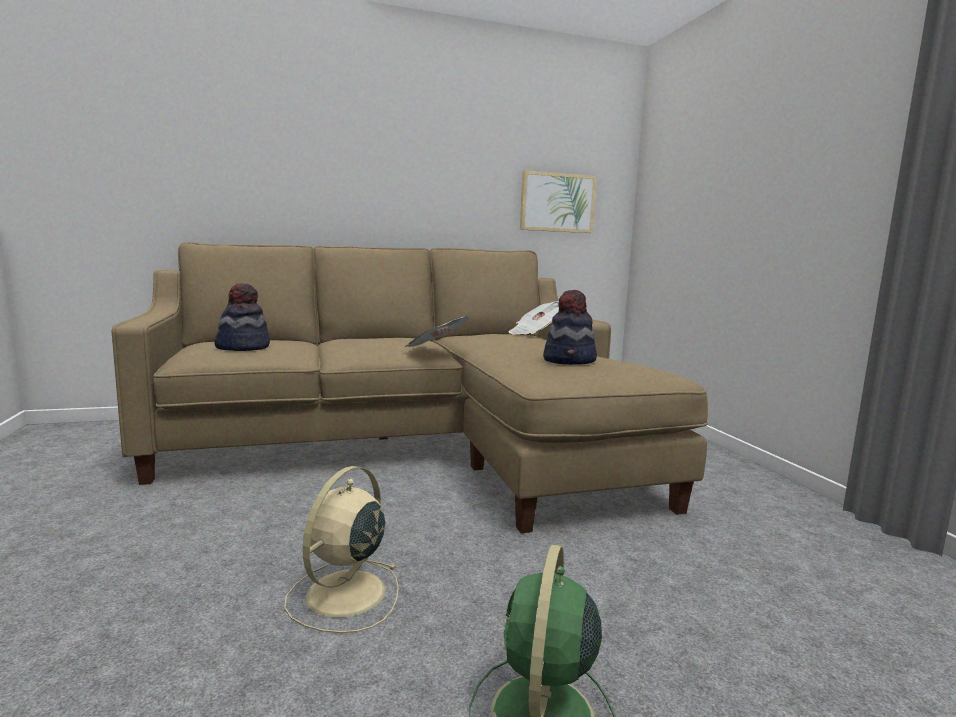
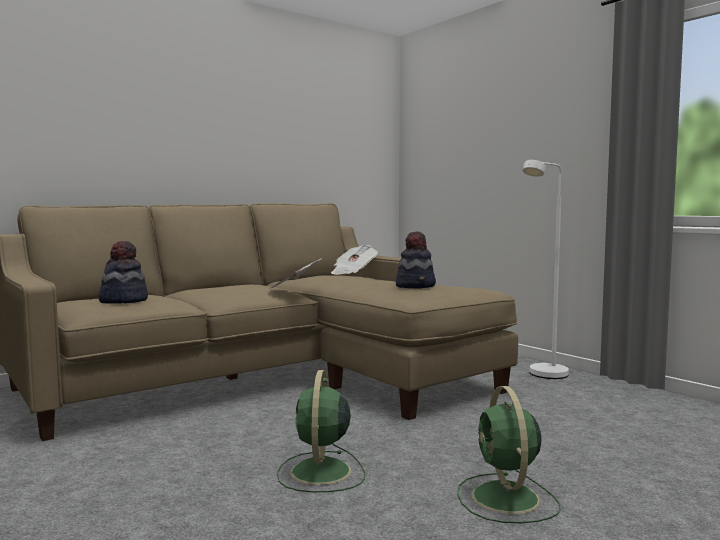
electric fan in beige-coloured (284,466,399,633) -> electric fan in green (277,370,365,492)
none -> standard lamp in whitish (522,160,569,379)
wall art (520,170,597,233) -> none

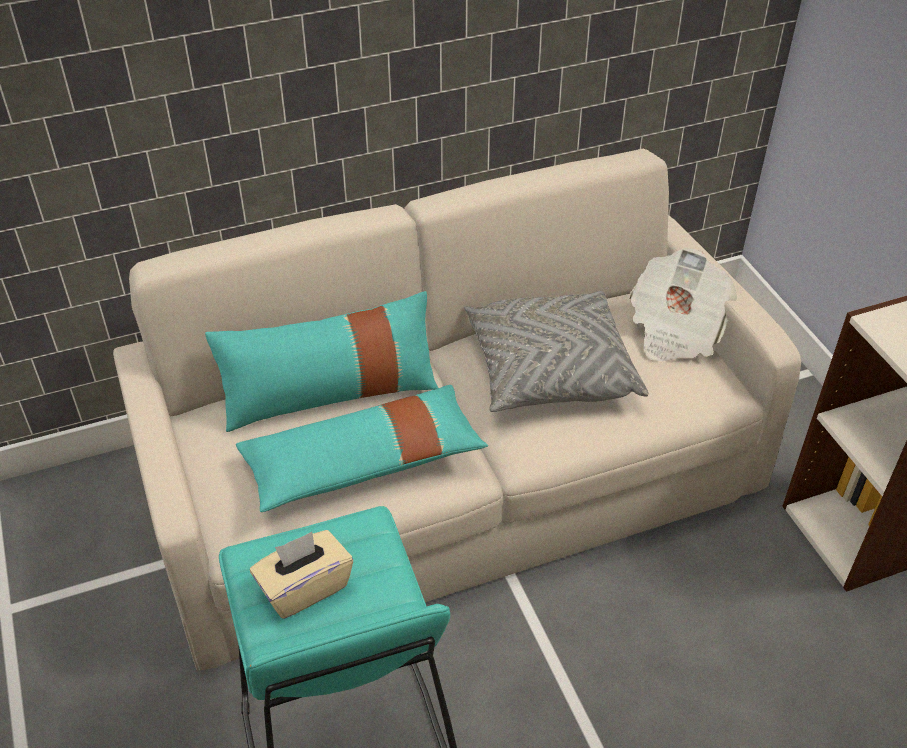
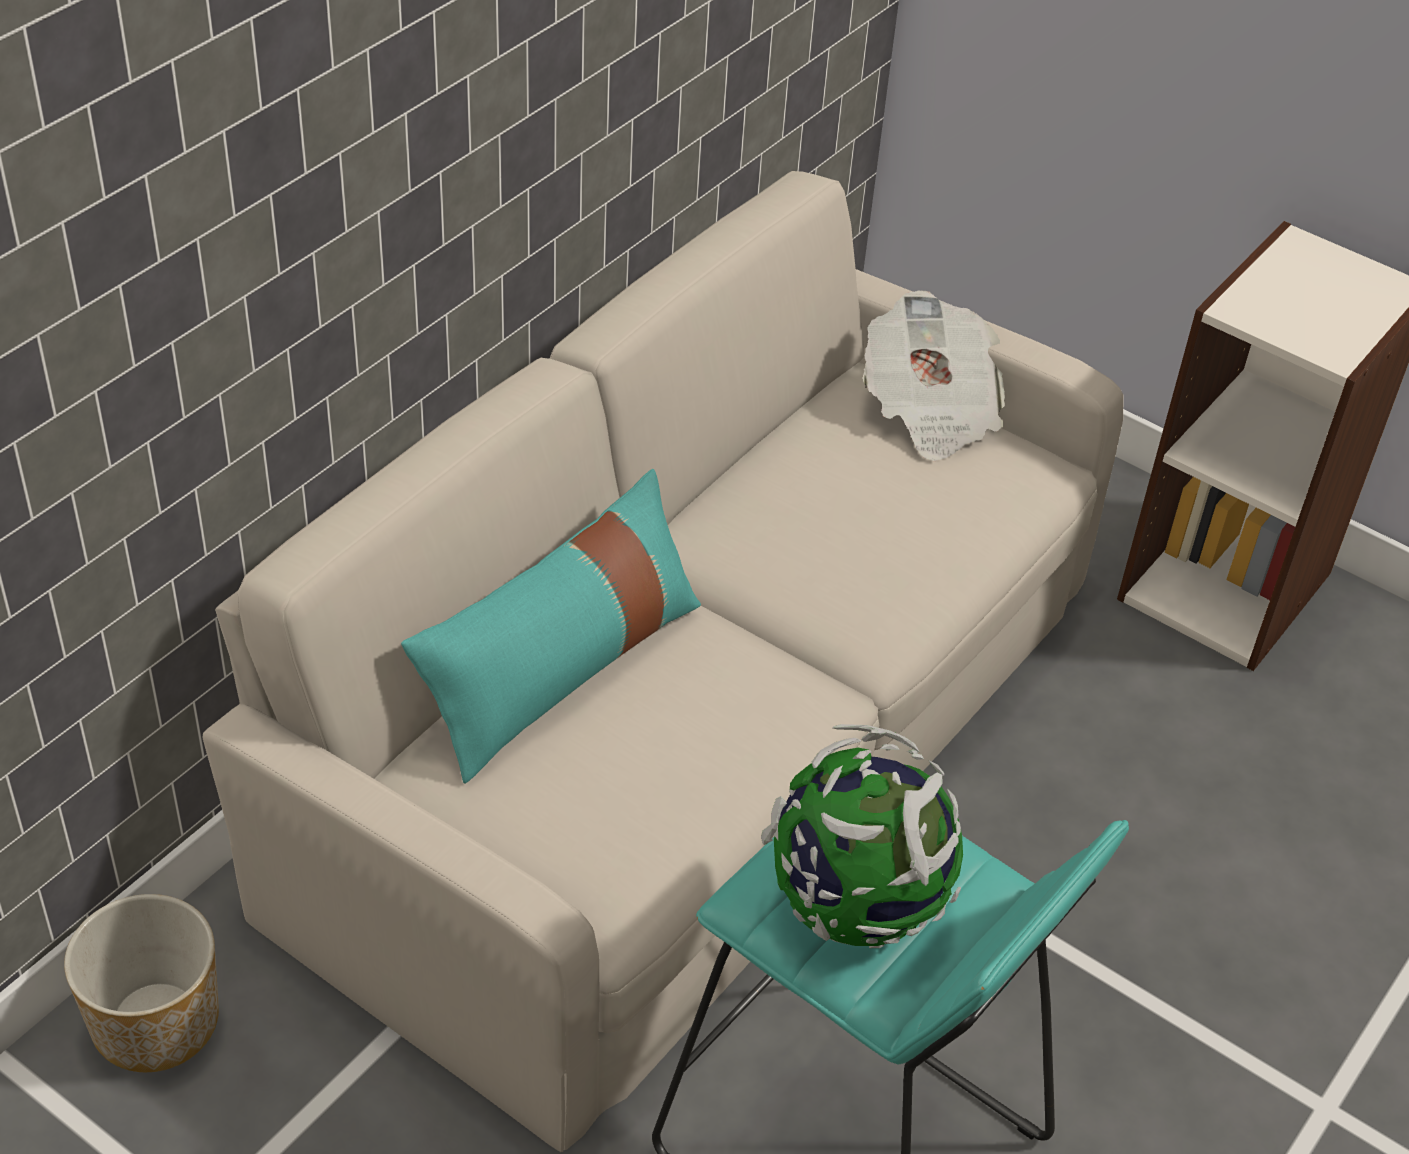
none -> flower pot (64,894,219,1072)
tissue box in beige-coloured (250,530,353,619) -> desk globe (761,724,963,948)
pillow in turquoise-coloured (236,385,488,512) -> none
pillow in grey (464,291,649,412) -> none

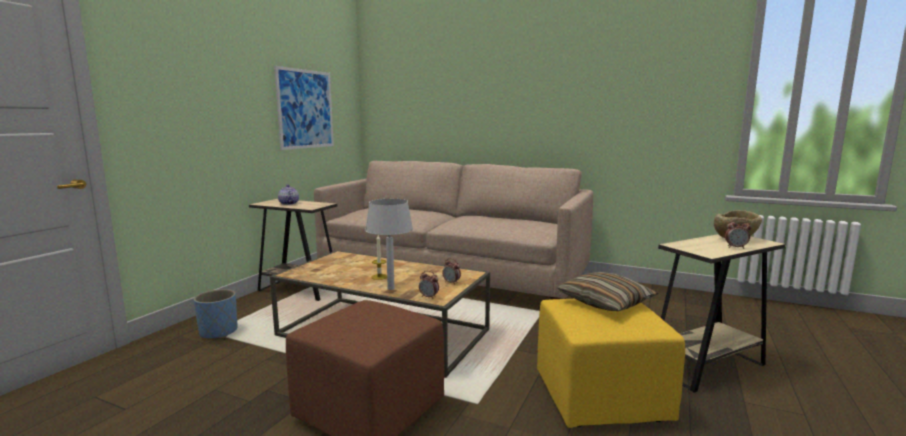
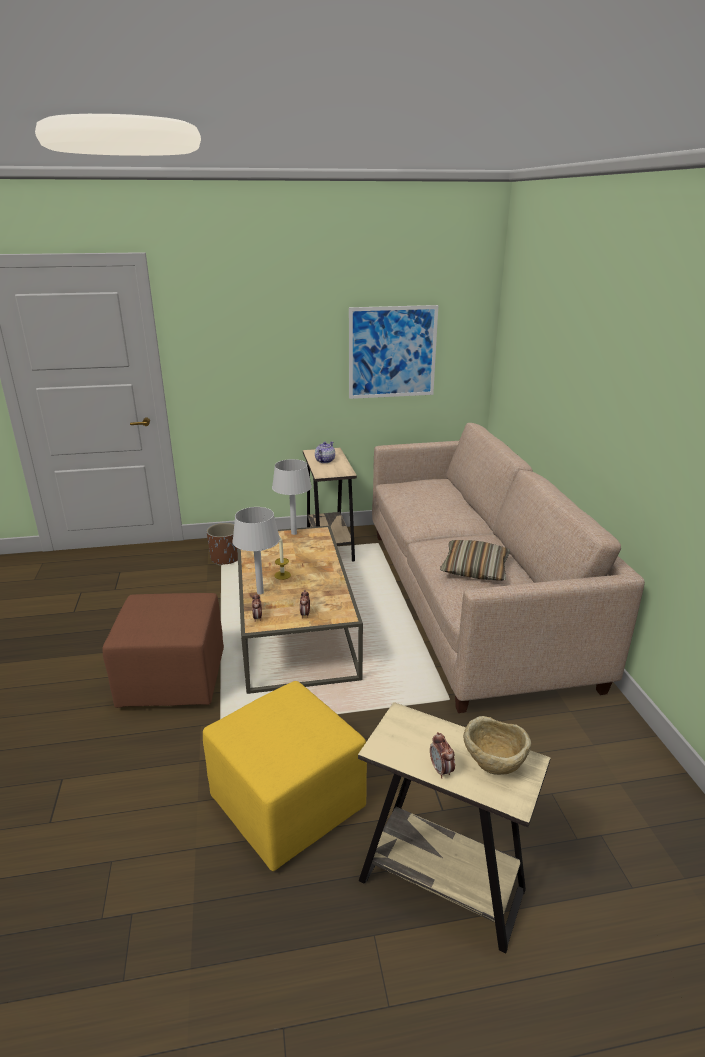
flower pot in blue (194,289,238,339) -> flower pot in brown-coloured (207,523,238,566)
none -> tabletop lamp in grey (272,459,312,535)
pillow (557,272,658,311) -> pillow (440,540,510,581), relocated

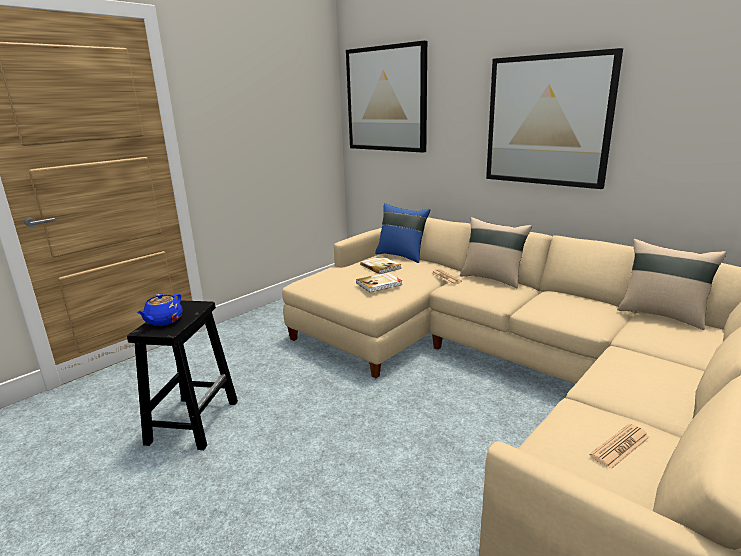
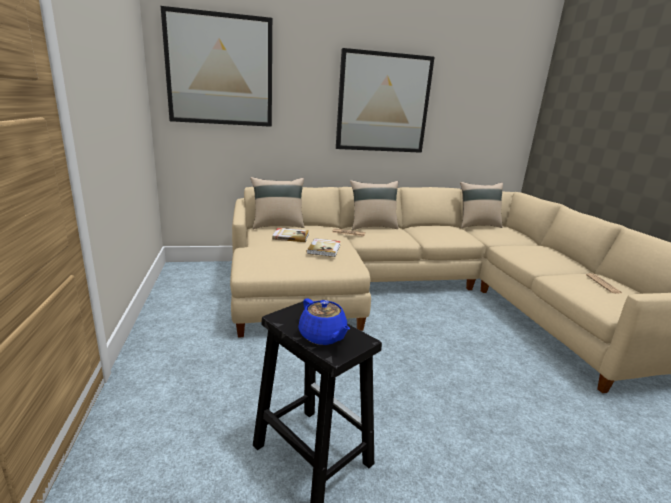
pillow in blue (375,203,430,263) -> pillow in beige-coloured (250,177,304,229)

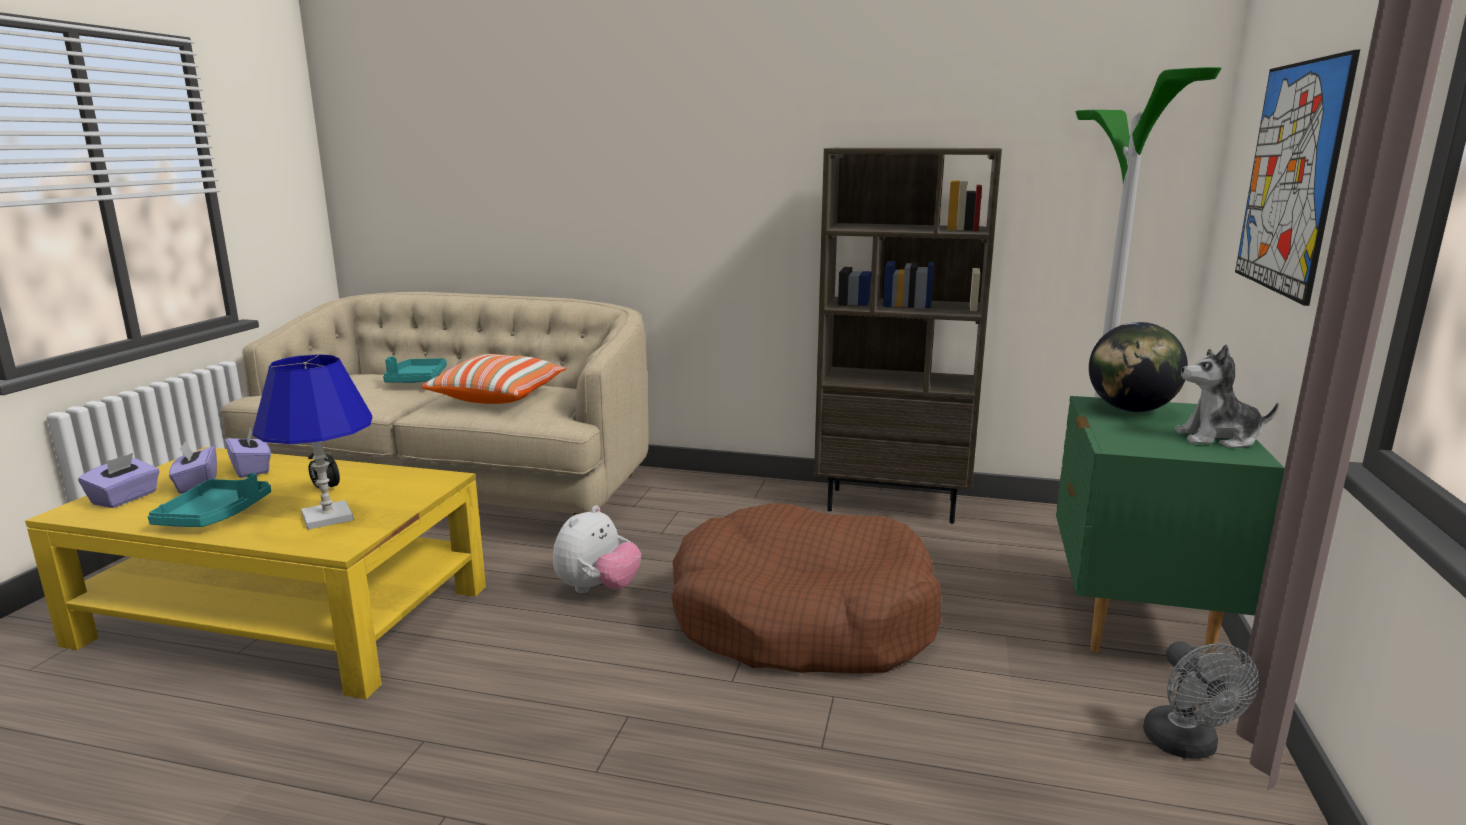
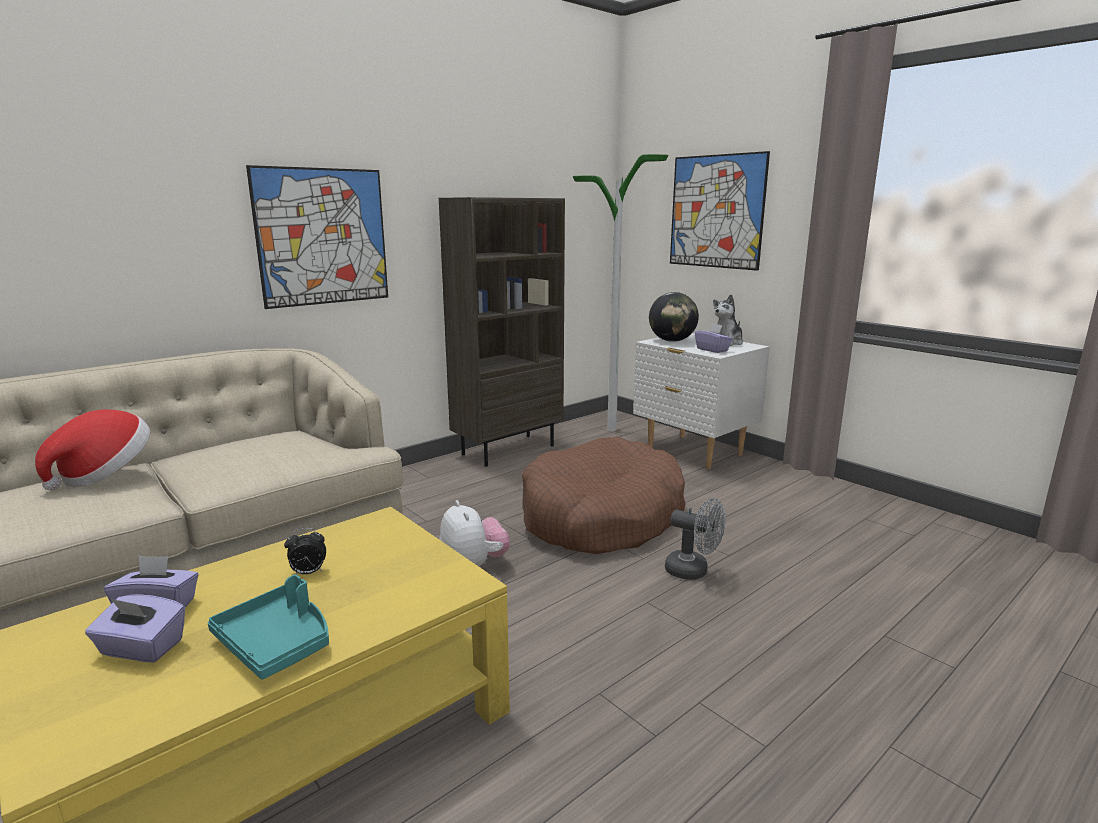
tray in turquoise-coloured (383,357,447,383) -> clothing hat (35,409,150,491)
none -> wall art (246,165,388,309)
night table in green (1056,396,1285,656) -> night table in whitish (633,333,770,469)
electric fan in grey (1143,641,1259,759) -> electric fan in grey (665,498,726,580), relocated
tissue box in purple (78,453,160,508) -> tissue box in purple (695,324,733,353), relocated
tabletop lamp in blue (252,354,373,530) -> none
pillow (422,354,566,404) -> none

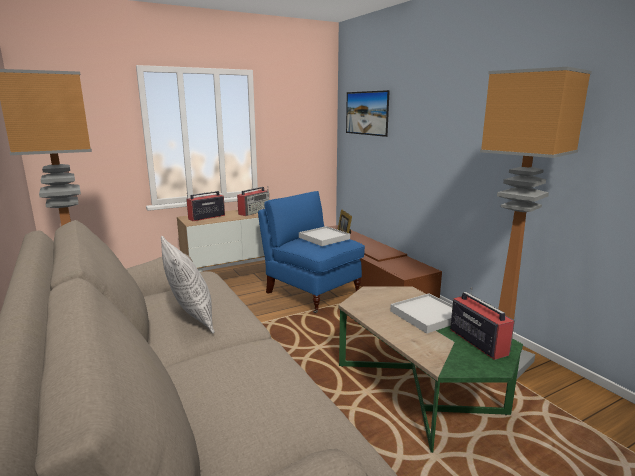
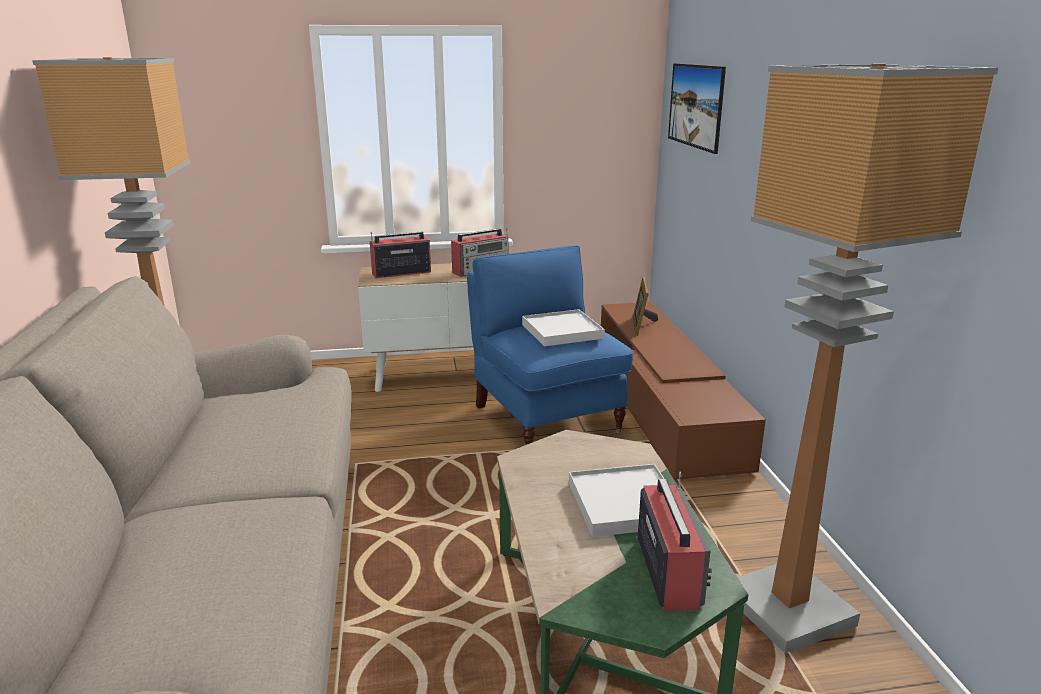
pillow (161,236,215,334) -> none

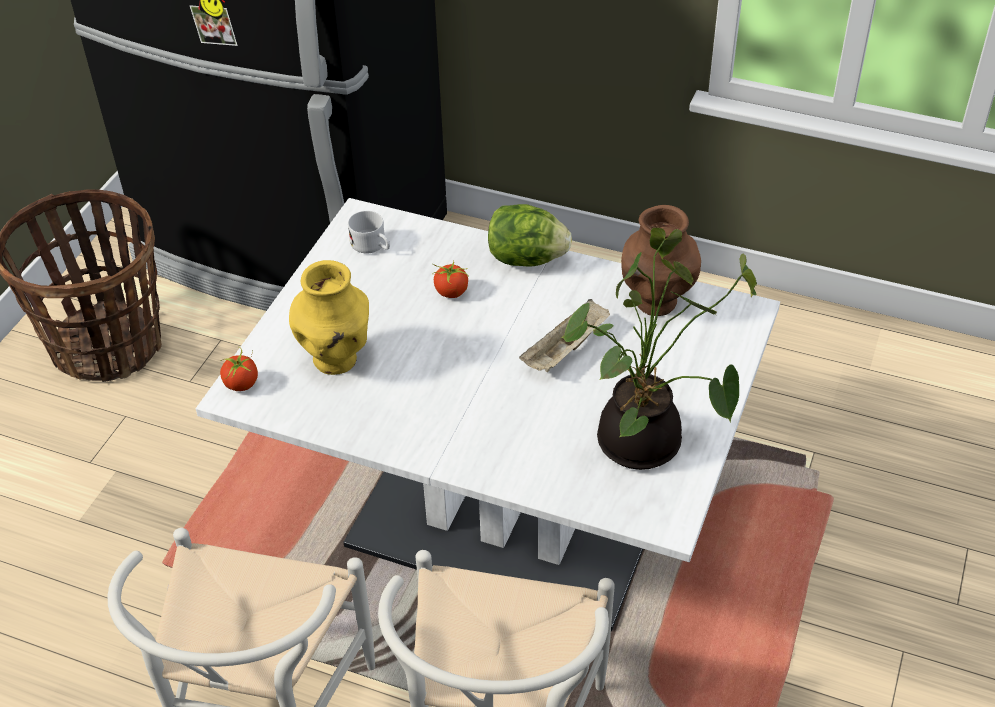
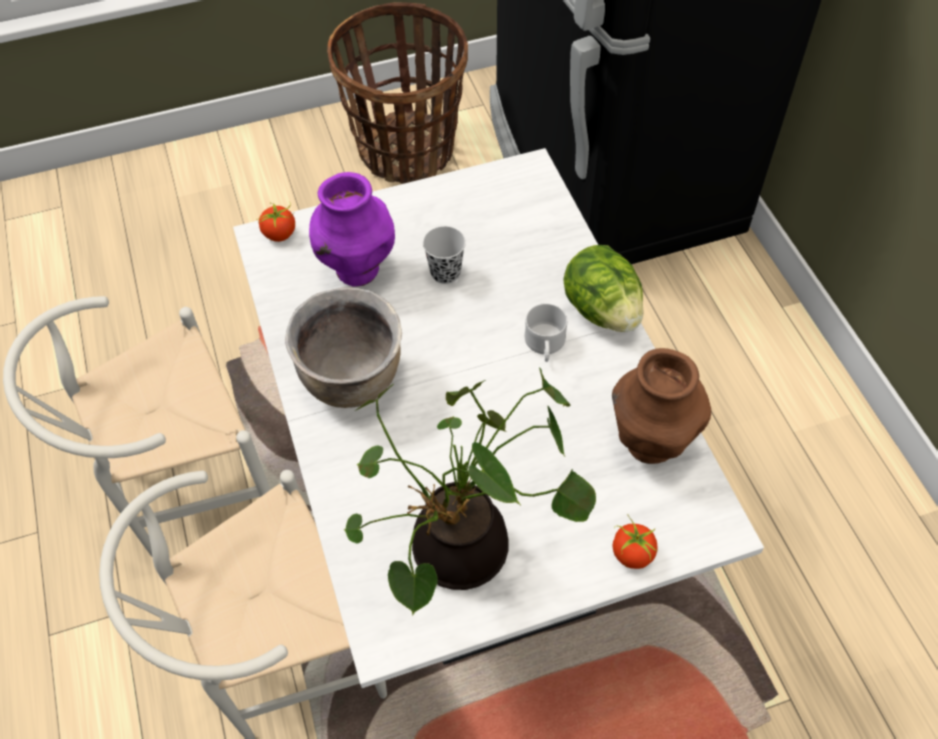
none -> cooking pot in brown-coloured (285,287,402,408)
decorative vase in yellow (289,260,369,375) -> decorative vase in purple (309,172,395,286)
none -> small cup in black (423,226,466,284)
mug in whitish (348,211,390,254) -> mug in whitish (525,303,567,362), relocated
tomato (432,260,469,298) -> tomato (613,516,657,569), relocated
tray in beige-coloured (519,299,610,372) -> none

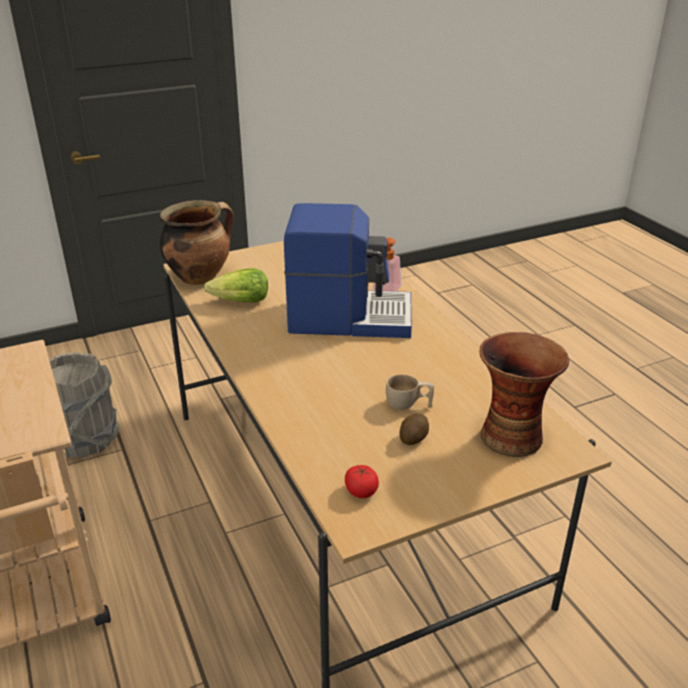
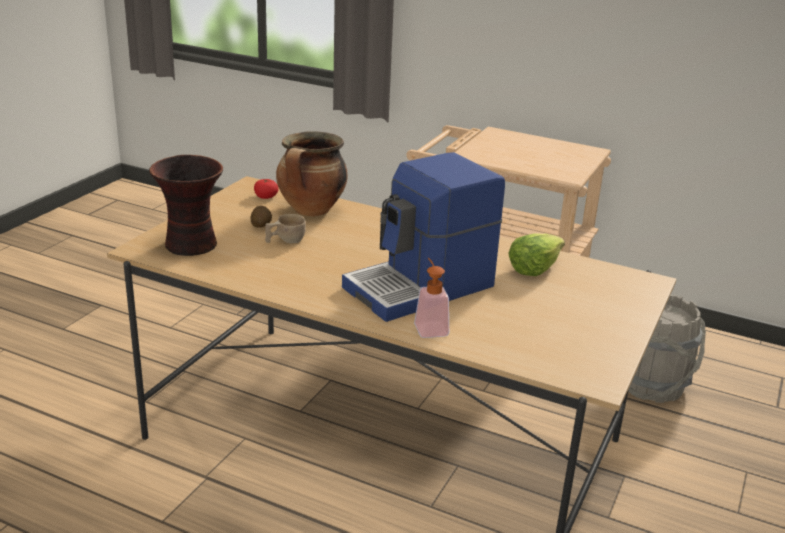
cooking pot (160,200,234,285) -> cooking pot (276,131,348,217), relocated

